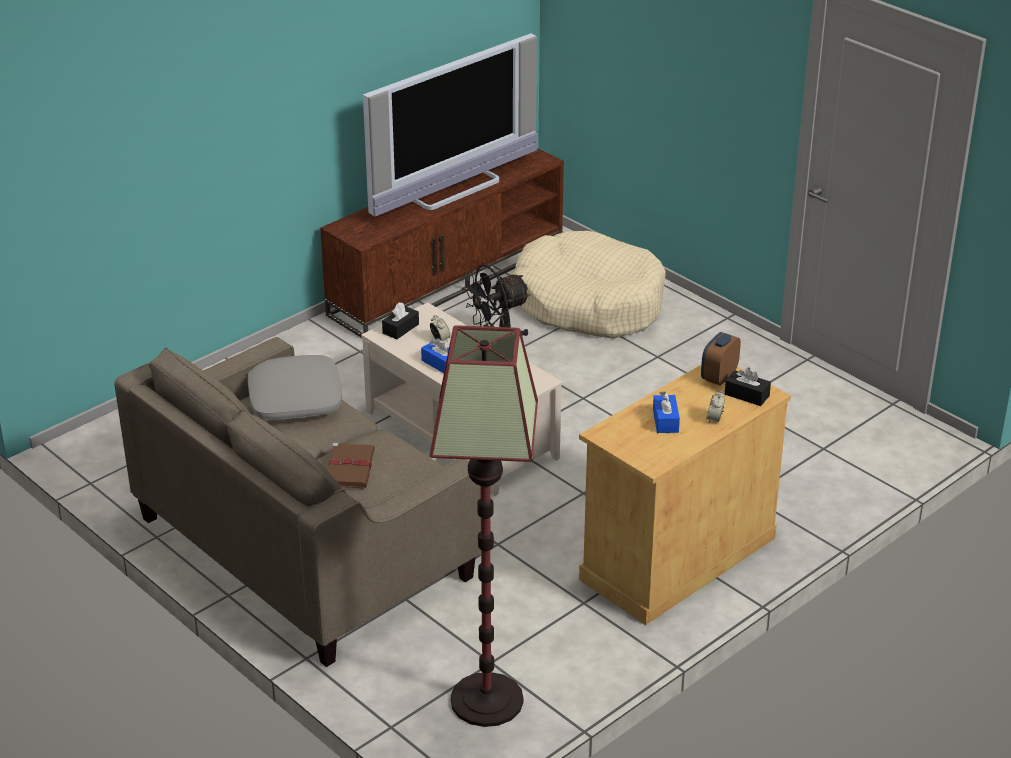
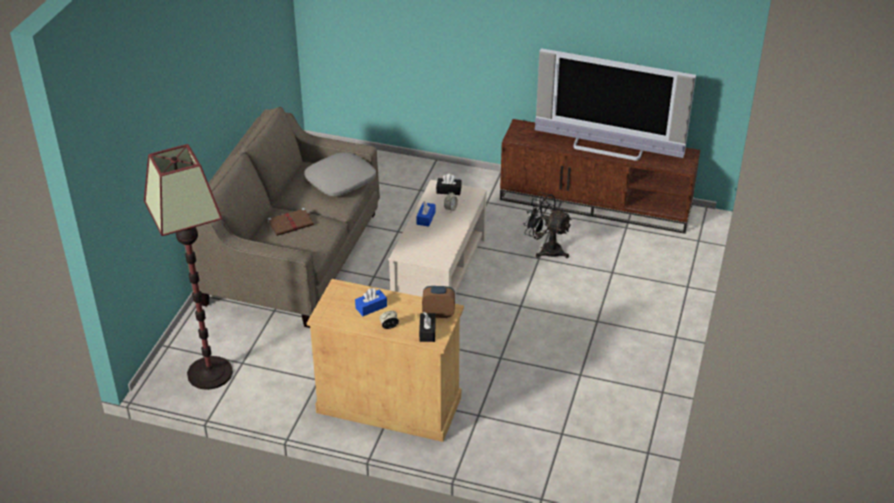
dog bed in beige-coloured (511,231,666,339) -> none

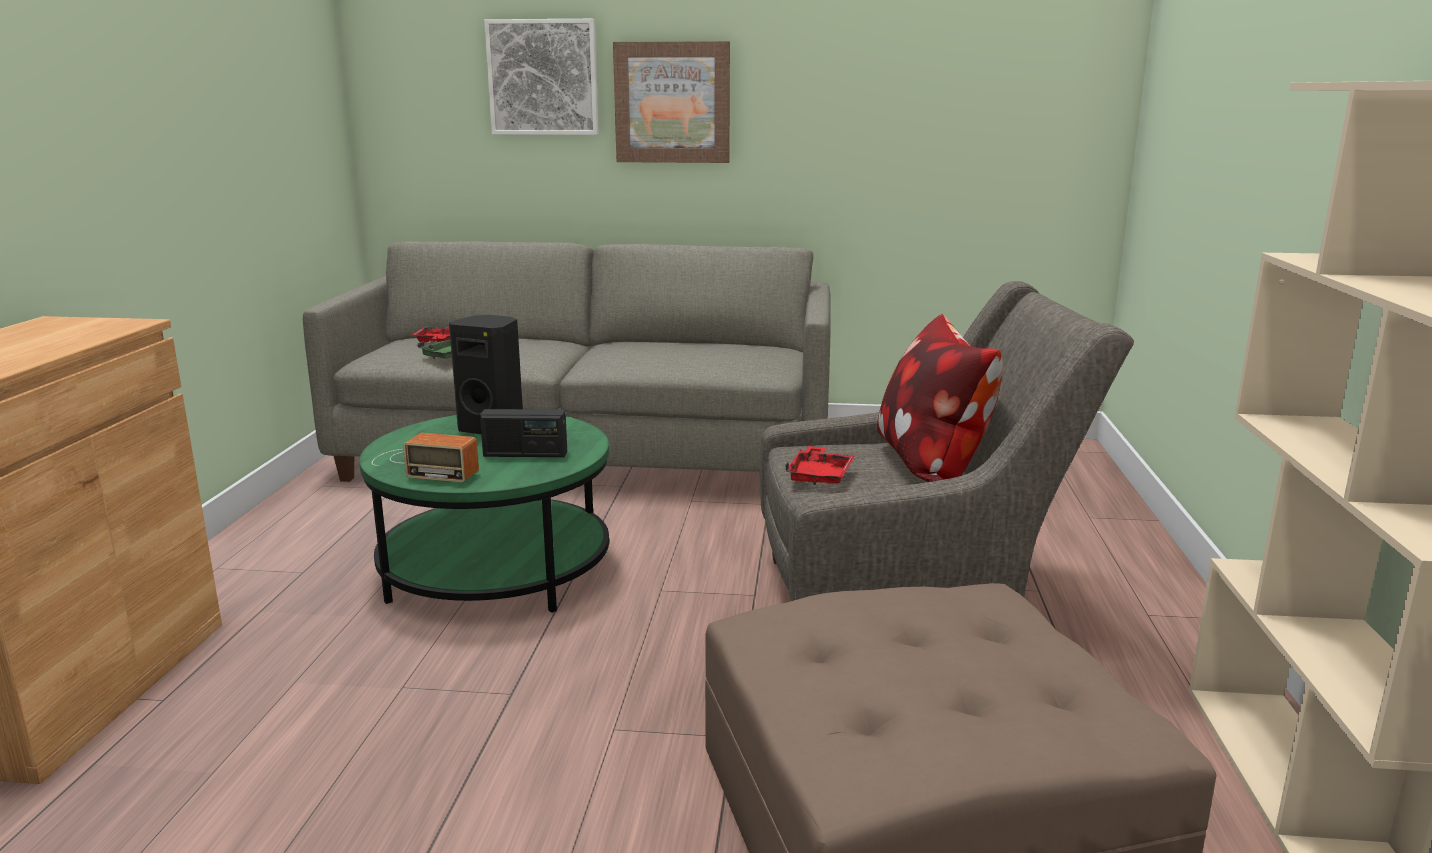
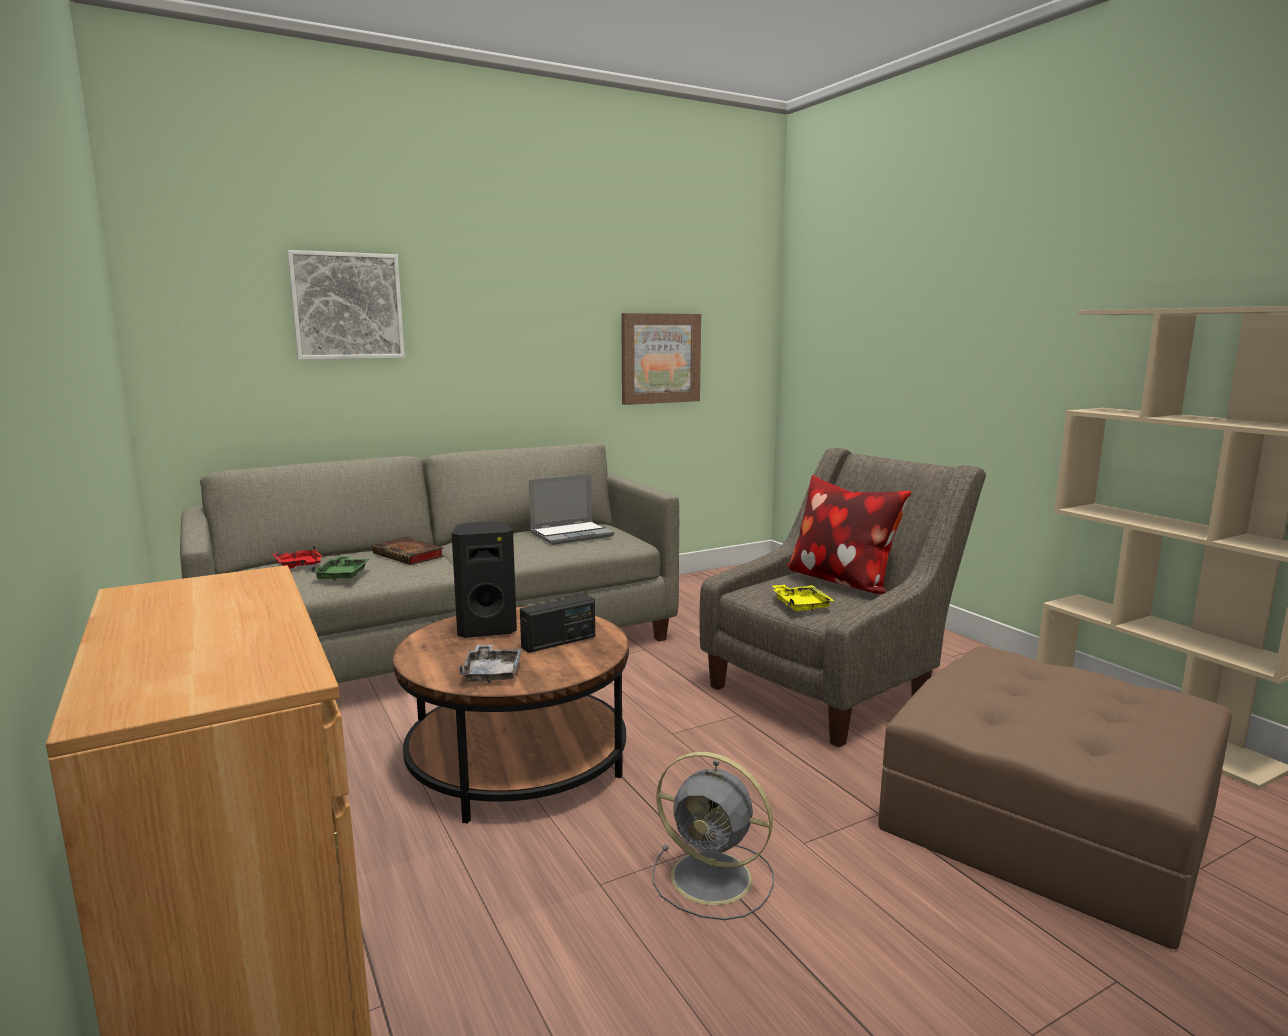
none -> volume (372,537,444,565)
coffee table in green (359,415,609,613) -> coffee table in brown-coloured (393,606,629,824)
radio set (372,433,479,483) -> tray in grey (459,644,522,683)
none -> notebook computer (529,474,614,545)
wall art (613,41,730,163) -> wall art (621,313,701,405), relocated
none -> electric fan in grey (653,752,774,920)
tray in red-coloured (785,446,855,485) -> tray in yellow (772,585,834,611)

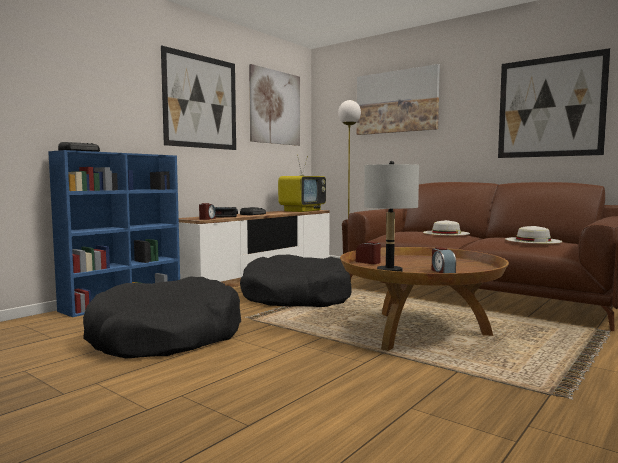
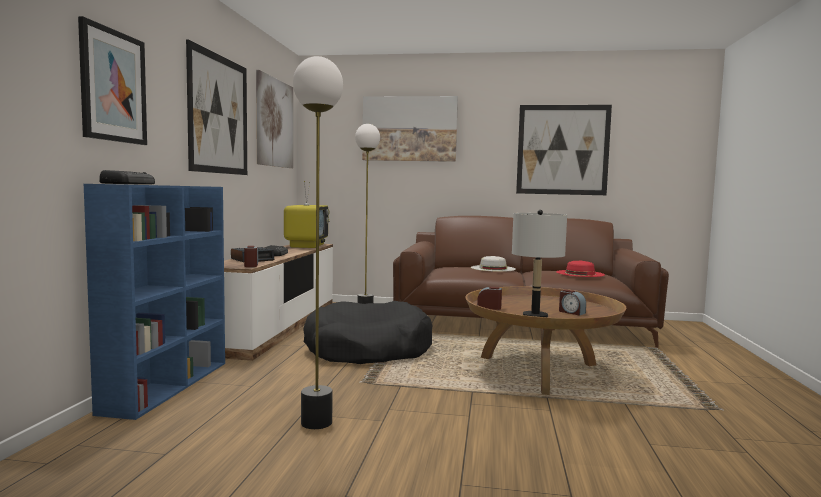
none -> wall art (78,16,147,145)
dog bed in black (83,276,241,359) -> standard lamp (293,56,343,429)
clothing hat in whitish (506,226,562,244) -> clothing hat in red-coloured (556,261,605,277)

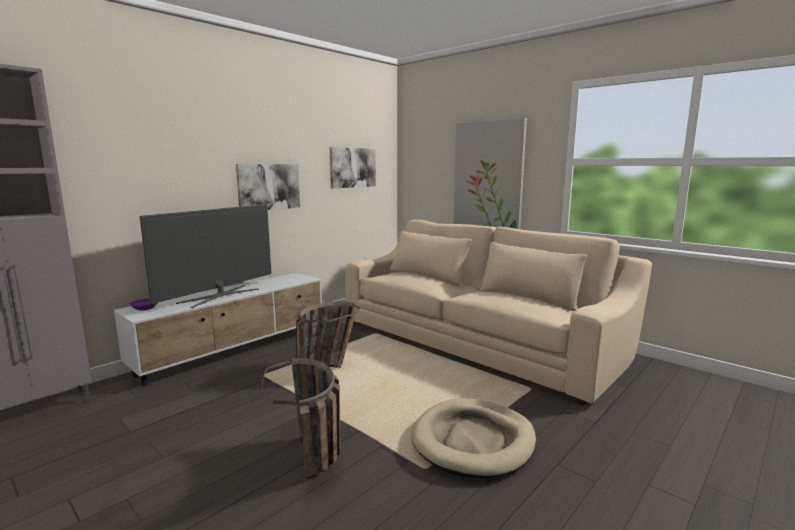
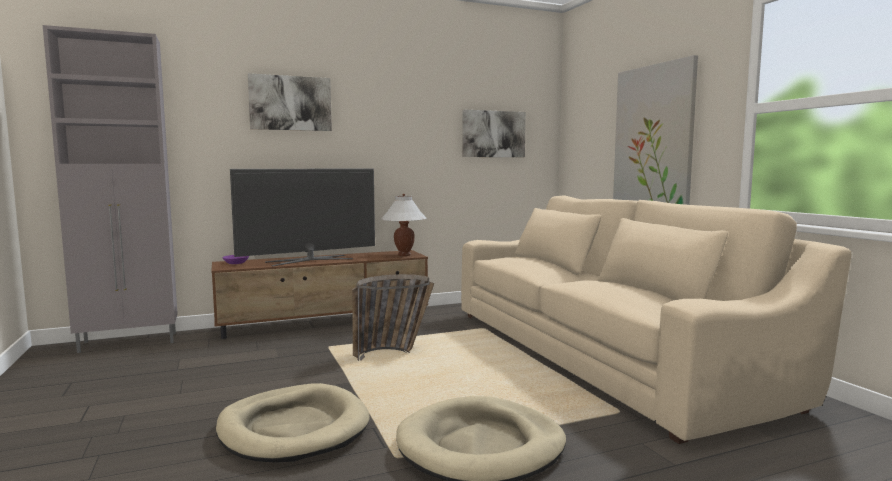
media console in whitish (114,273,322,386) -> media console in brown-coloured (212,250,428,339)
basket (262,358,341,479) -> dog bed in beige-coloured (216,383,370,463)
wall art (236,164,300,210) -> wall art (248,73,332,131), relocated
none -> tabletop lamp in whitish (381,194,427,256)

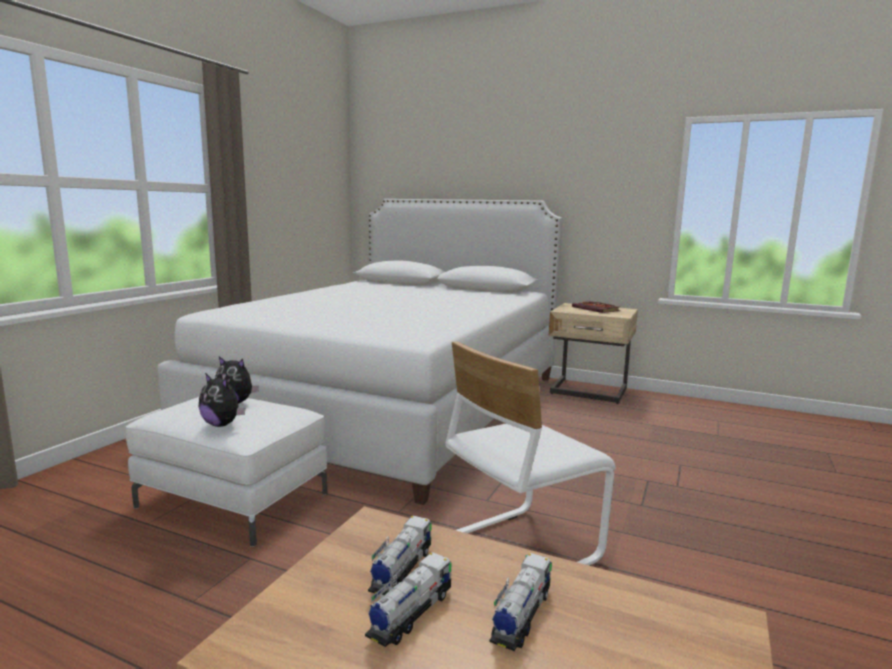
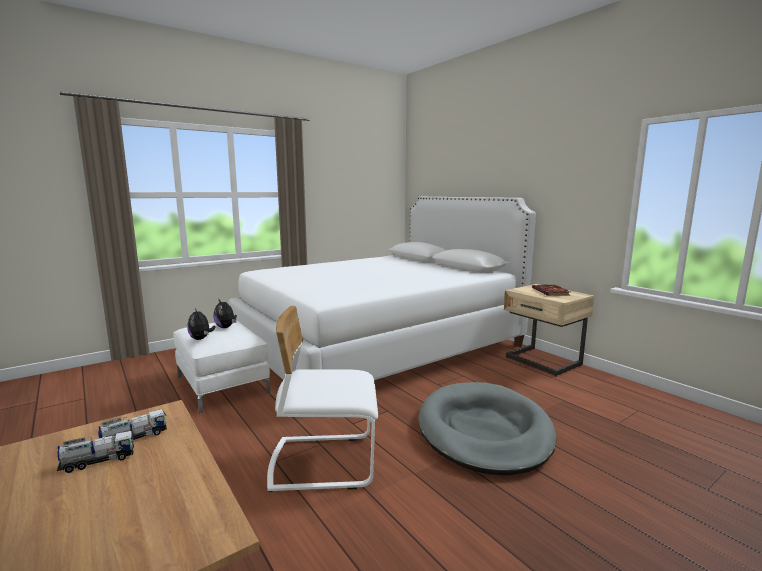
none -> dog bed in grey (419,382,557,475)
toy lorry (490,553,552,651) -> none

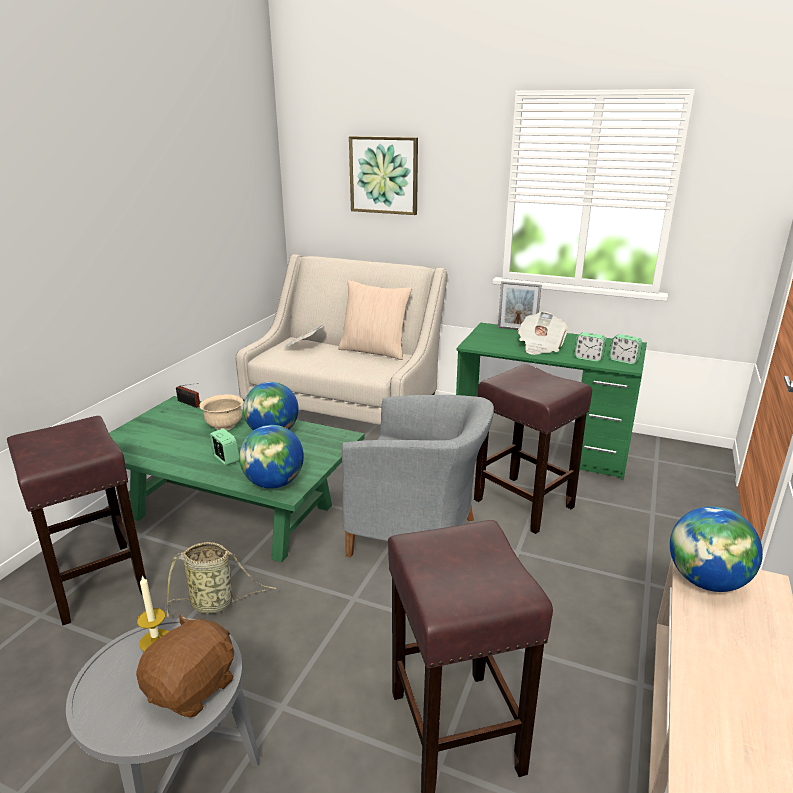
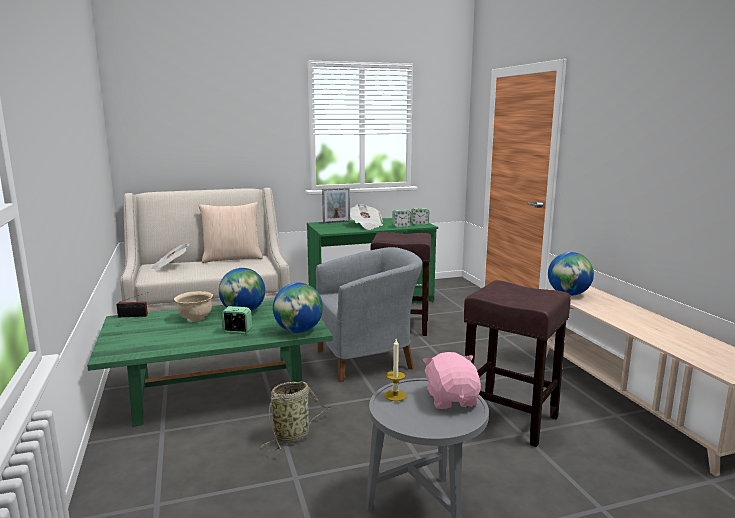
plush toy in brown-coloured (136,615,234,717) -> plush toy in pink-coloured (423,352,481,409)
sitting stool in brown-coloured (7,416,146,625) -> none
wall art (349,136,418,215) -> none

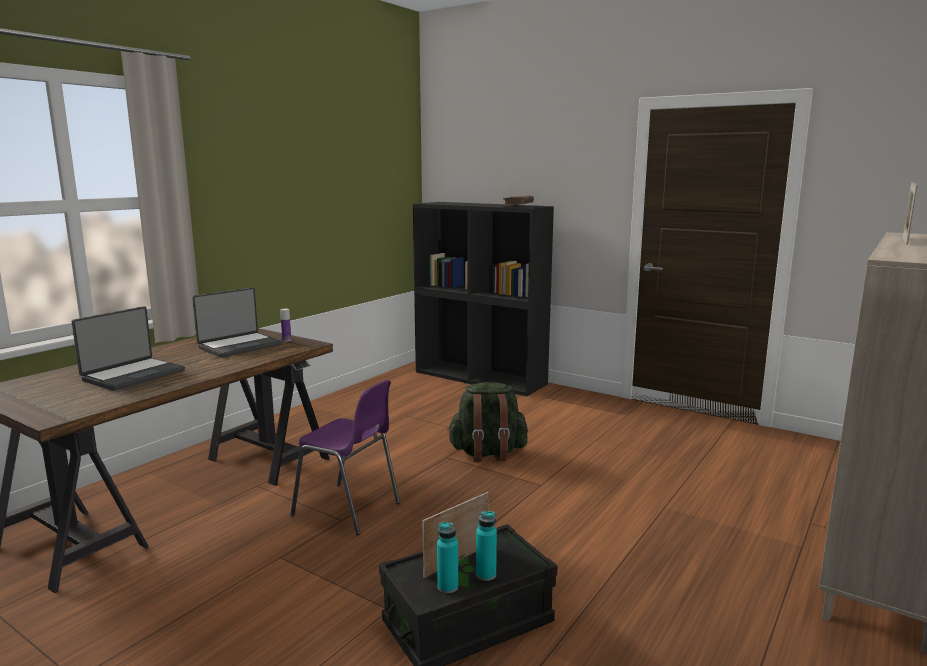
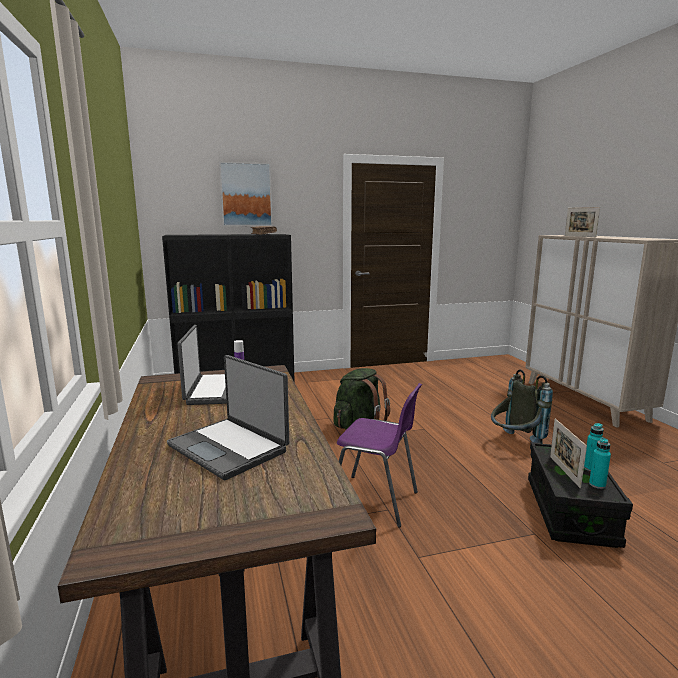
notebook computer (72,306,185,391) -> notebook computer (167,355,289,480), 150 degrees clockwise
none -> wall art (219,162,273,226)
plain chair in purple (291,380,400,536) -> plain chair in purple (337,383,422,527), 45 degrees clockwise
none -> backpack in grey (491,369,553,444)

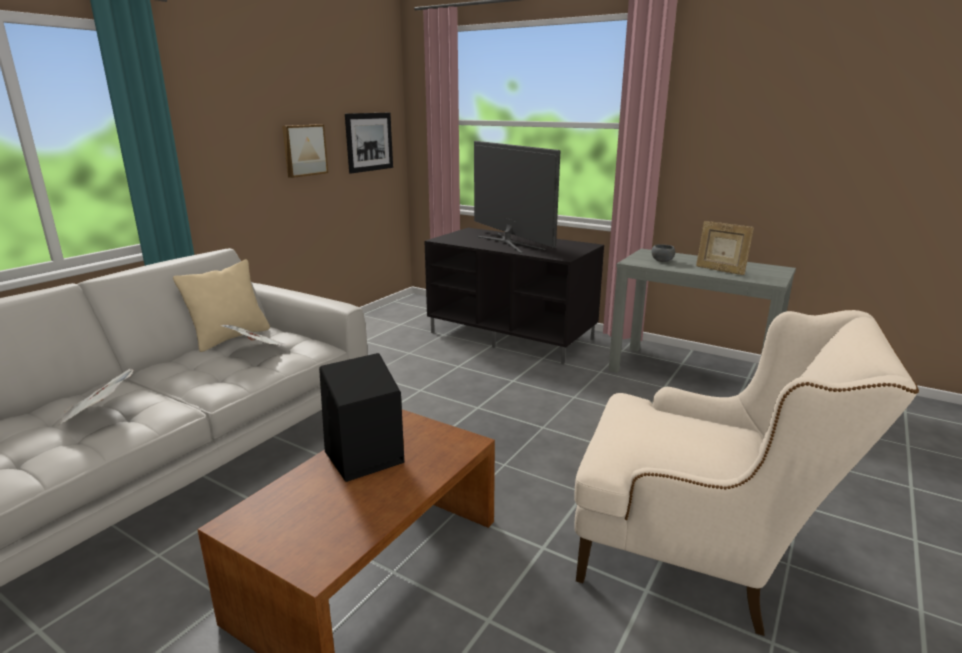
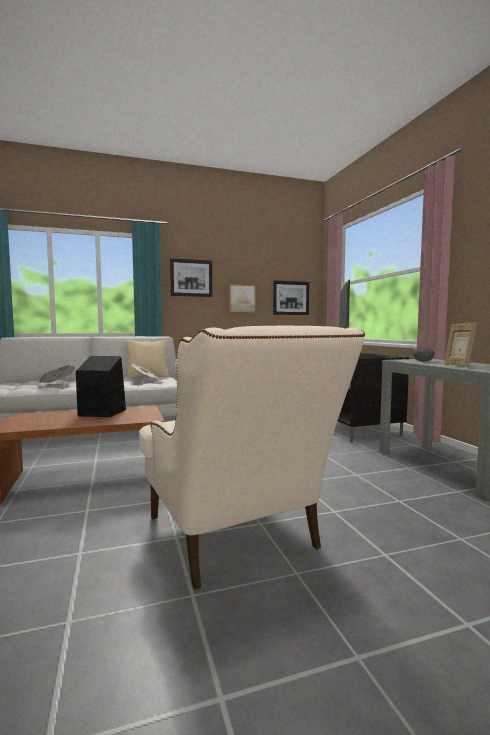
none -> wall art (170,258,212,297)

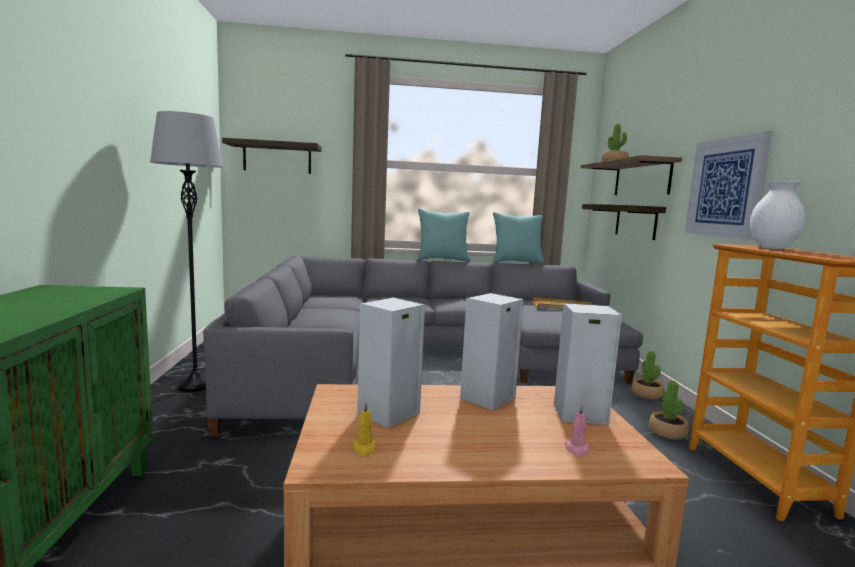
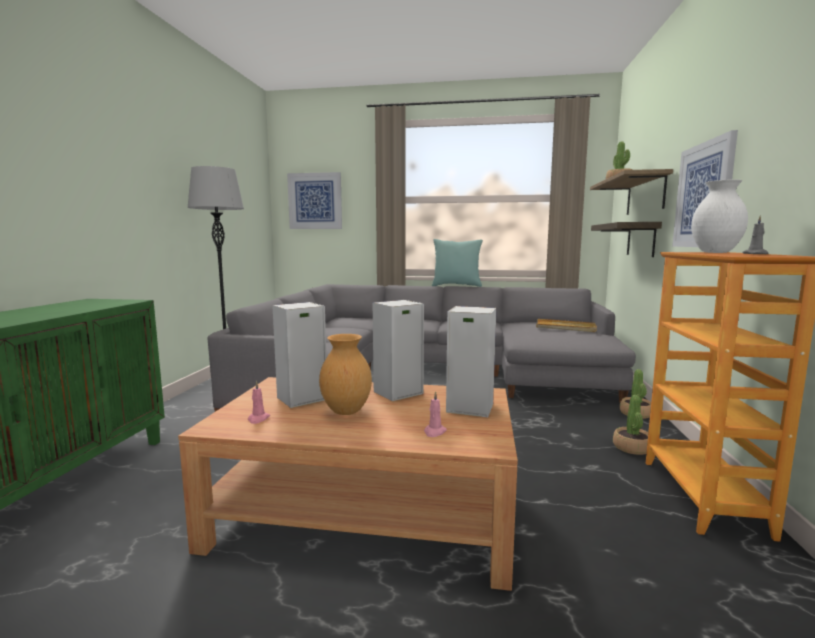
wax candle in yellow (352,402,377,456) -> wax candle in pink-coloured (248,381,270,424)
bracket shelf (222,138,321,174) -> wall art (287,172,342,229)
none -> decorative vase in brown-coloured (319,334,372,415)
none -> wax candle in grey (742,215,768,254)
pillow in turquoise-coloured (493,212,545,265) -> none

